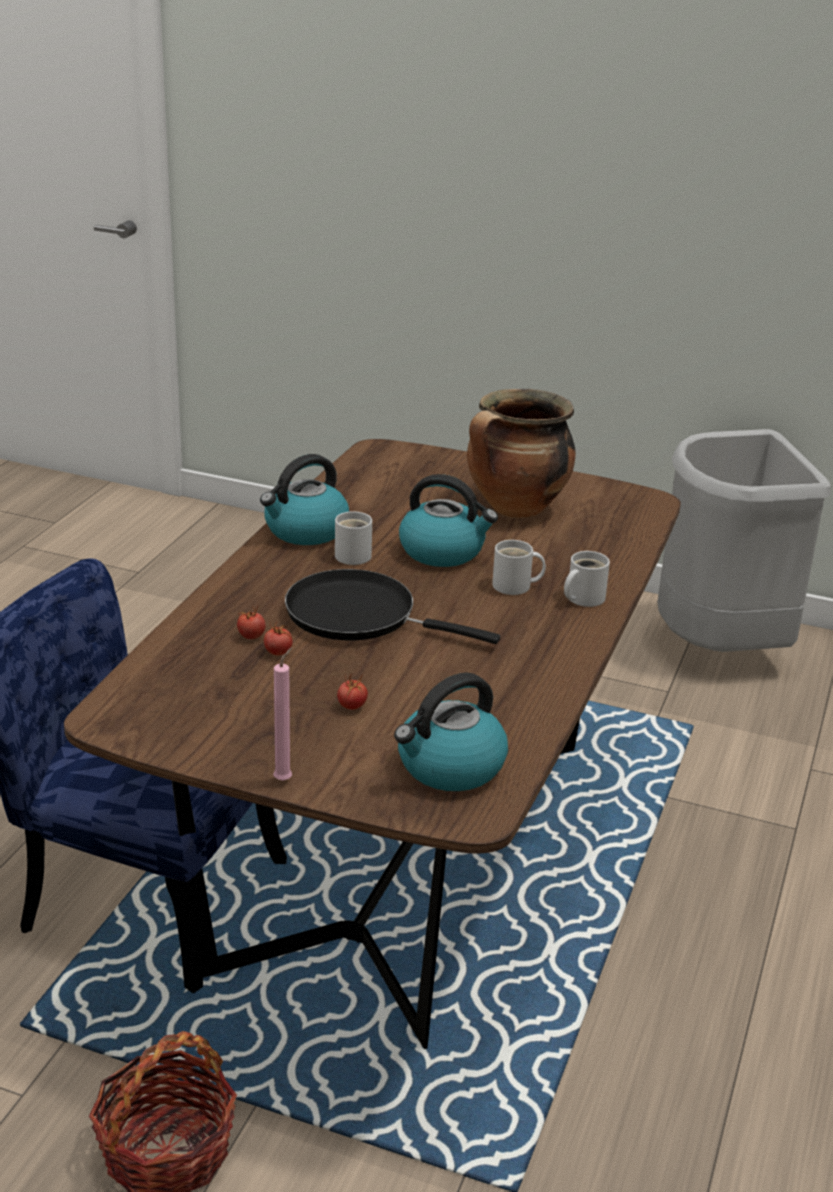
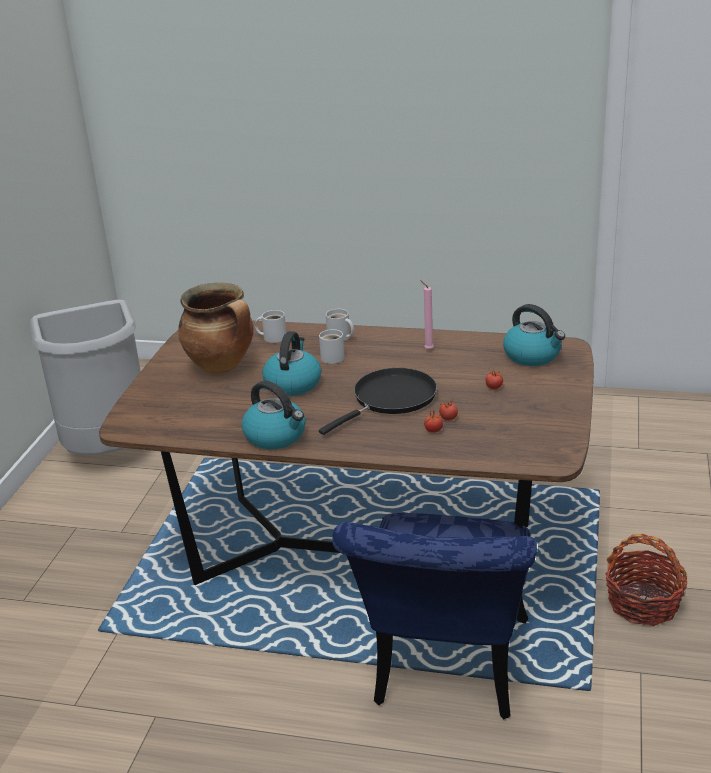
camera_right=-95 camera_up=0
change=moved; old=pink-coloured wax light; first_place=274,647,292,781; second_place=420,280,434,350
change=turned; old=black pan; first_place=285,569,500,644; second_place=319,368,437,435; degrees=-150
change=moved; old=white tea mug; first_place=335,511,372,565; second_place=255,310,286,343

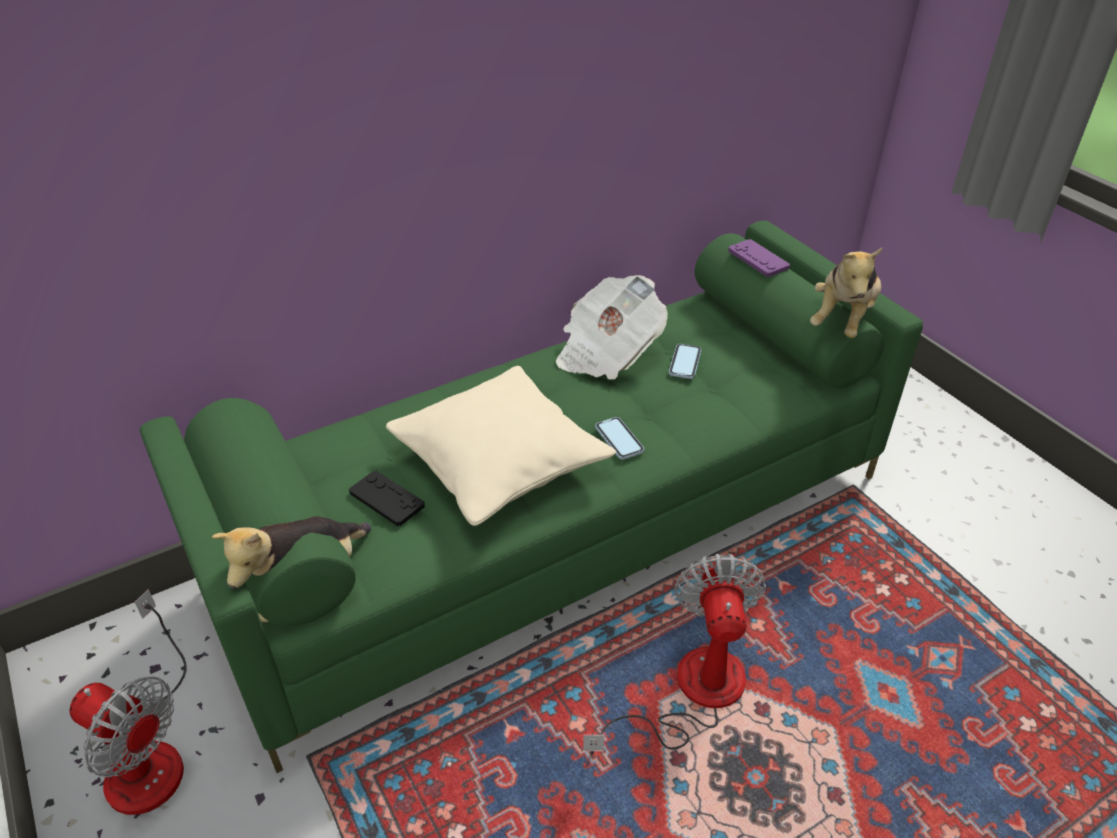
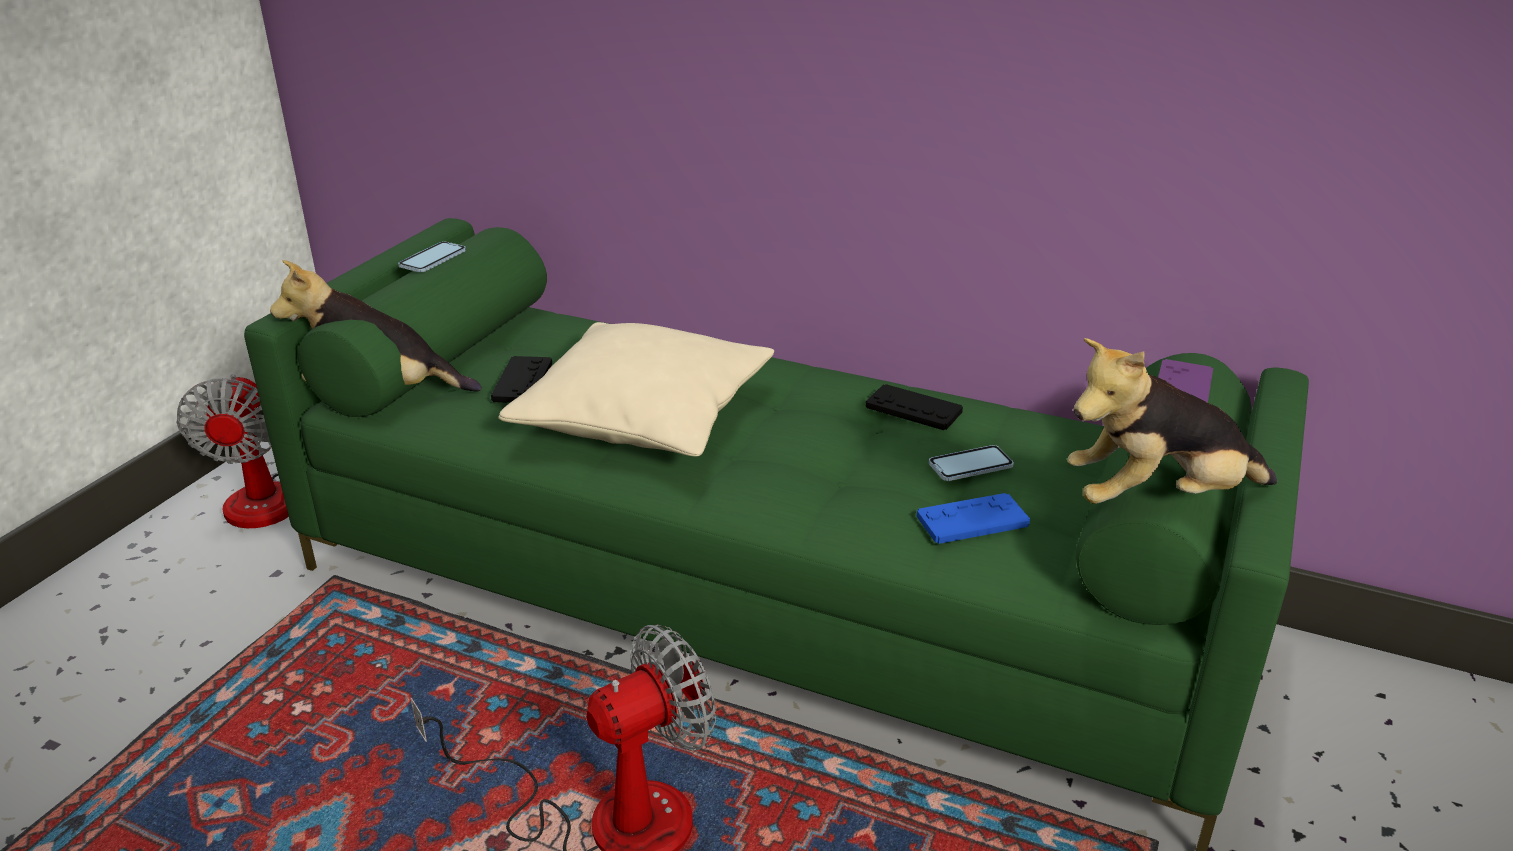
camera_right=55 camera_up=-10
change=replaced; old=daily paper; new=black joypad; first_place=556,275,668,380; second_place=866,384,963,430
change=moved; old=phone; first_place=595,417,644,459; second_place=398,241,466,272
change=added; new=bluish joypad; second_place=917,493,1030,544

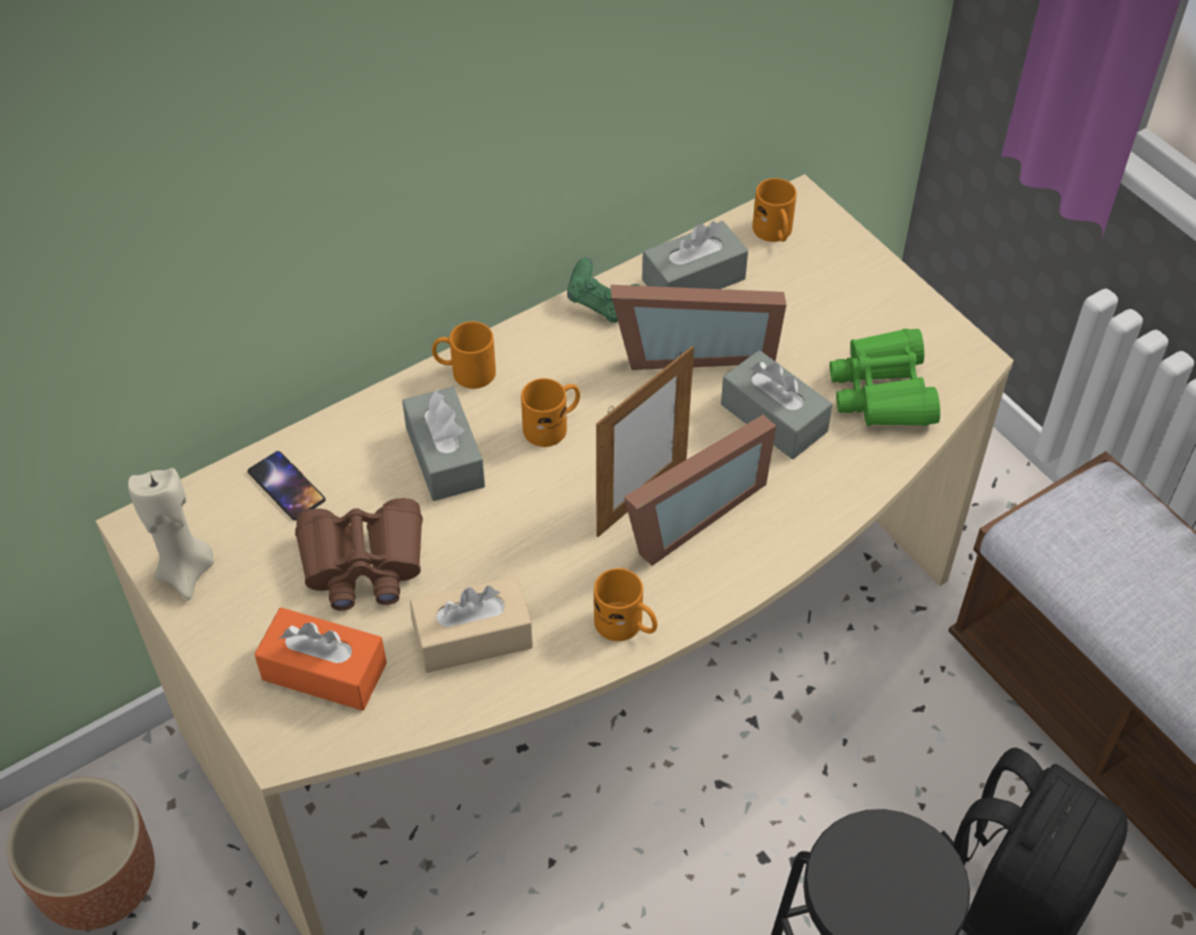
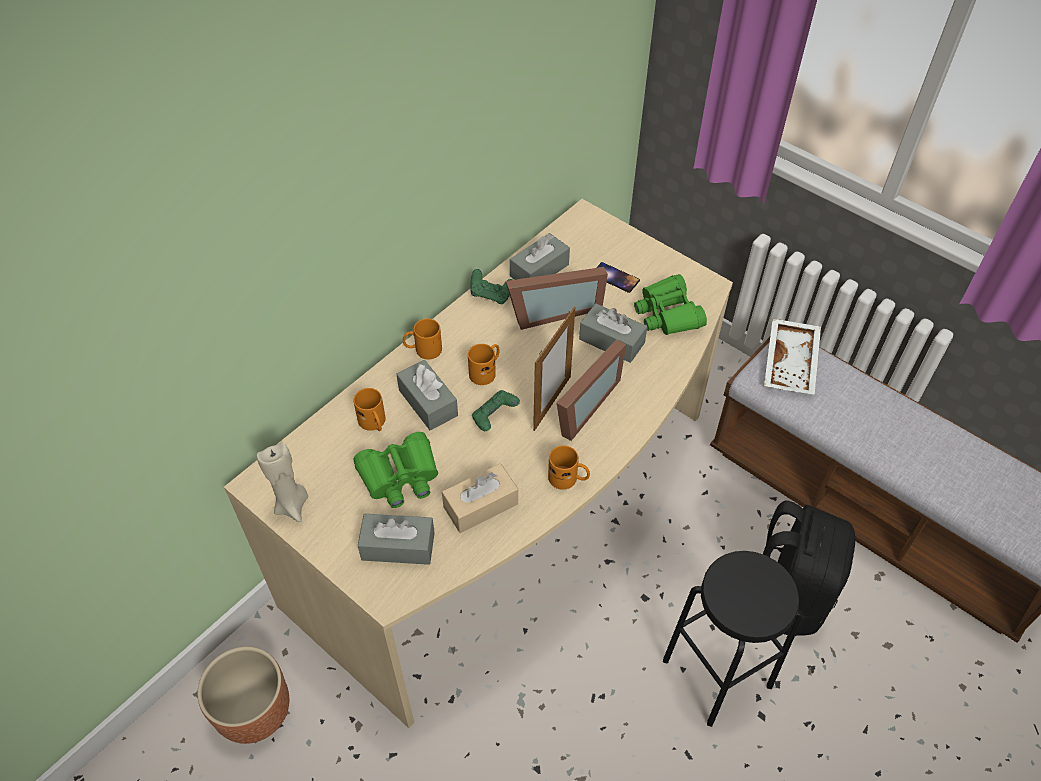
camera_right=-15 camera_up=0
change=moved; old=phone; first_place=247,451,326,520; second_place=596,262,640,293
change=recoloured; old=orangey tissue holder; new=greyish tissue holder; first_place=254,607,387,711; second_place=358,514,435,565
change=recoloured; old=brown-coloured binoculars; new=green-coloured binoculars; first_place=295,498,423,611; second_place=354,432,438,508
change=moved; old=orangey tea mug; first_place=752,178,797,242; second_place=354,388,386,431
change=added; new=green-coloured joypad; second_place=472,390,520,431
change=added; new=white tray; second_place=764,319,821,395

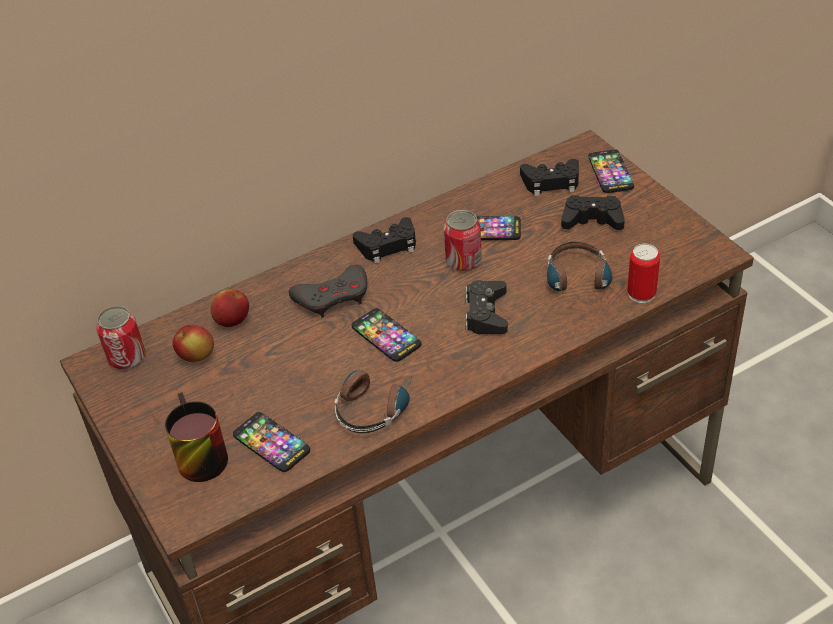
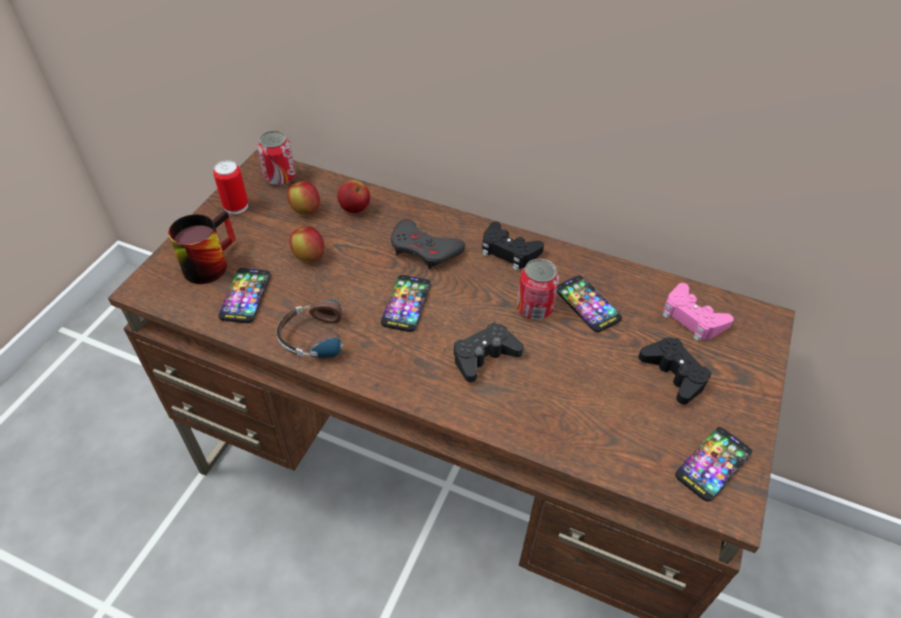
camera_right=50 camera_up=5
change=recoloured; old=black joypad; new=pink-coloured joypad; first_place=520,159,579,196; second_place=662,283,734,341
change=removed; old=pair of headphones; first_place=547,242,612,308
change=moved; old=phone; first_place=589,150,634,193; second_place=675,427,752,502
change=moved; old=metal can; first_place=627,244,660,303; second_place=213,160,248,214
change=added; new=apple fruit; second_place=290,226,324,261

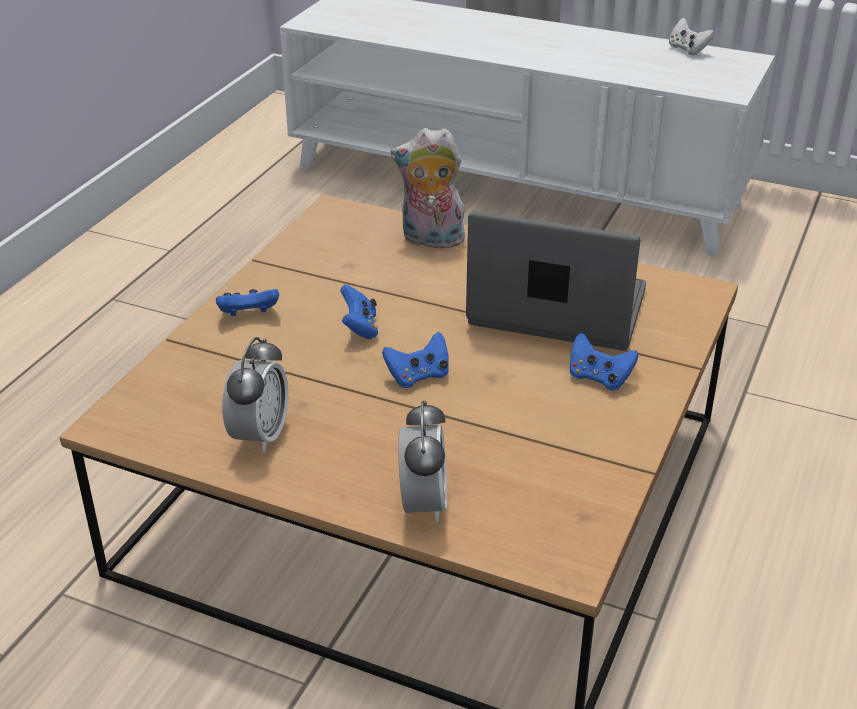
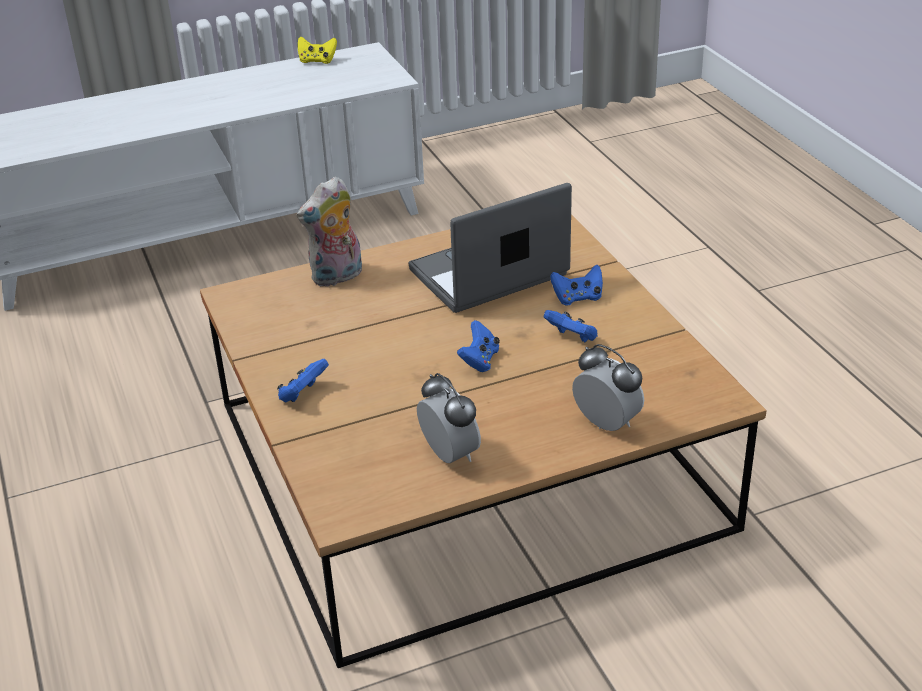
camera_right=-45 camera_up=0
change=moved; old=bluish joypad; first_place=340,285,378,339; second_place=544,310,598,342
change=recoloured; old=white joypad; new=yellow-coloured joypad; first_place=669,18,715,55; second_place=298,36,337,64

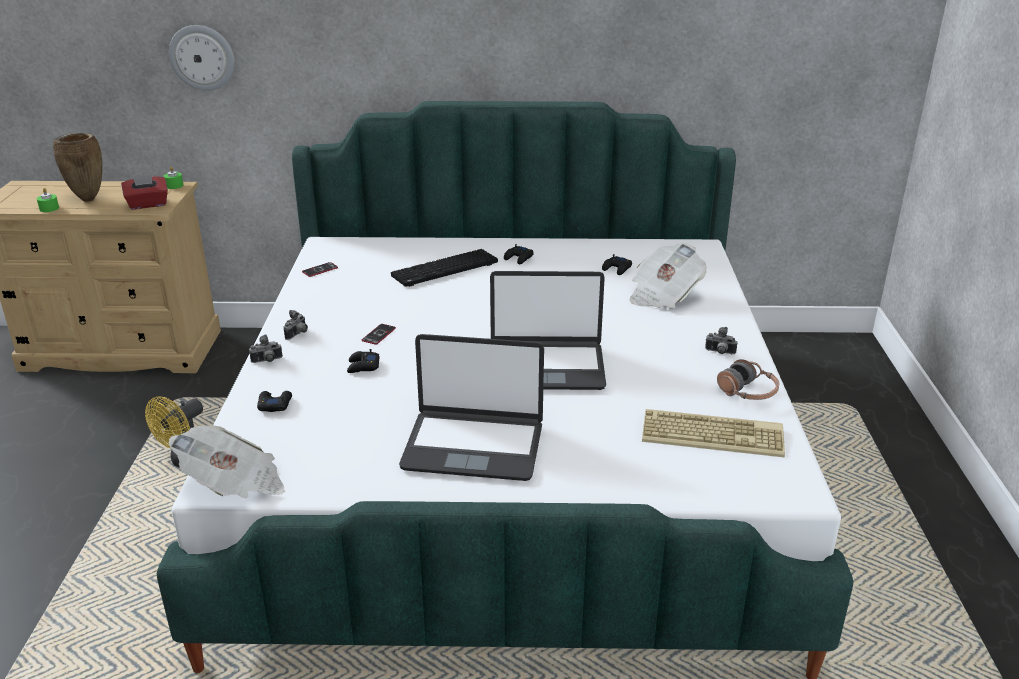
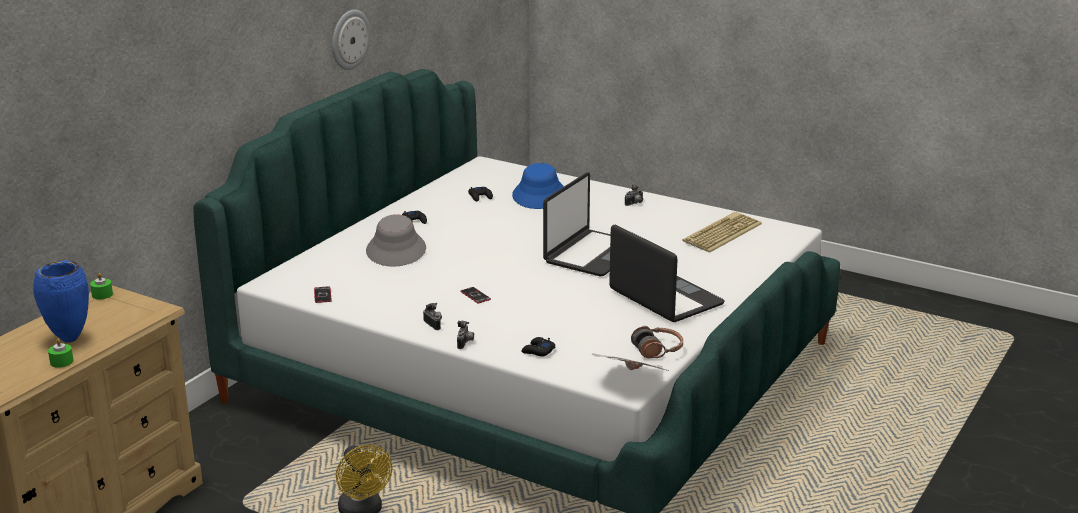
camera_right=-60 camera_up=-5
change=recoloured; old=brown-coloured flower vase; new=bluish flower vase; first_place=53,133,103,202; second_place=33,261,89,343
change=removed; old=reddish tissue holder; first_place=121,175,168,210
change=moved; old=hanging clock; first_place=169,25,235,91; second_place=332,10,371,70
change=removed; old=black joypad; first_place=347,349,380,373
change=replaced; old=PC keyboard; new=greyish clothing hat; first_place=391,249,498,287; second_place=366,214,426,266
change=turned; old=portable computer; first_place=399,334,544,481; second_place=609,225,725,322; degrees=-75
change=replaced; old=daily paper; new=bluish clothing hat; first_place=629,243,707,309; second_place=512,163,564,209
change=moved; old=pair of headphones; first_place=717,359,779,400; second_place=631,326,683,358

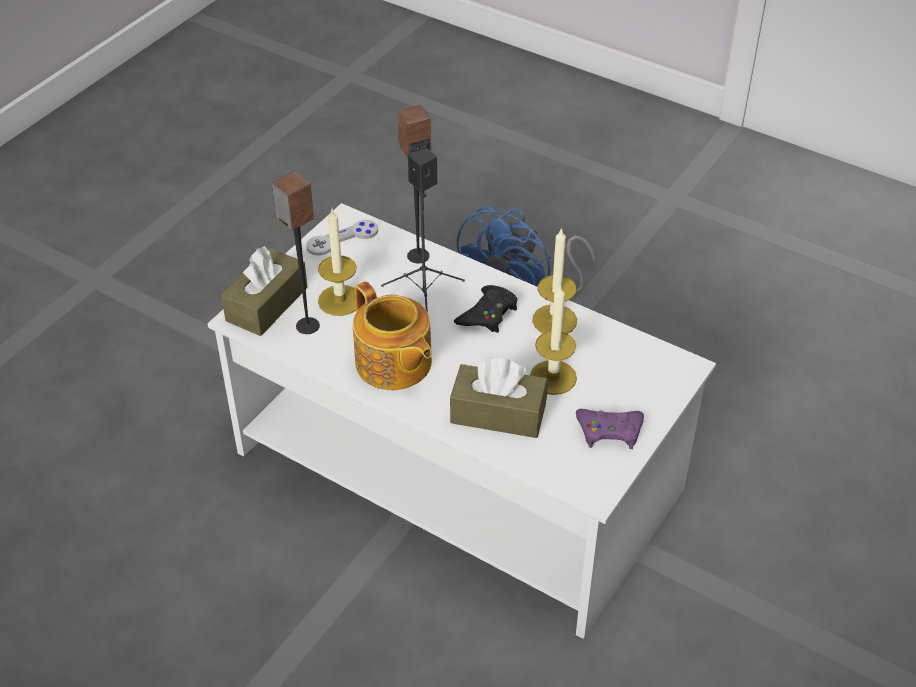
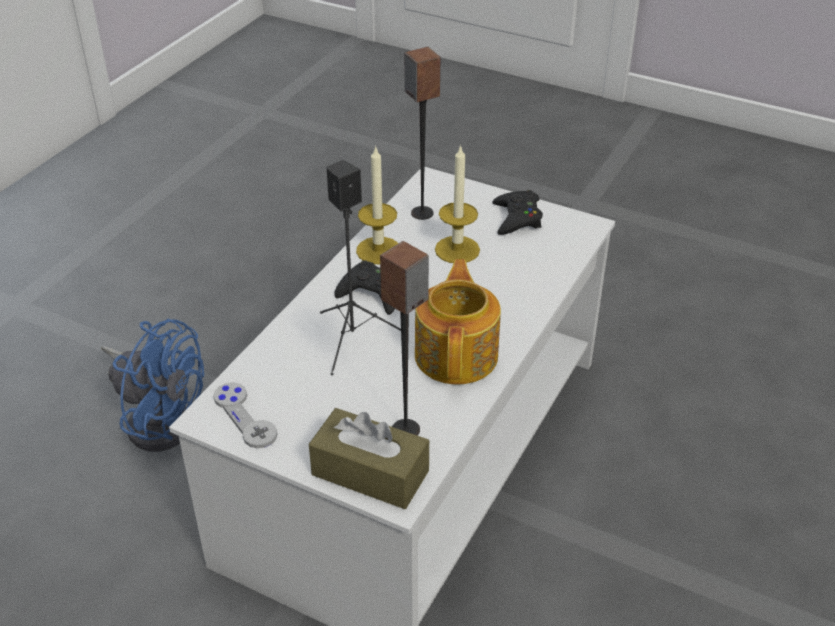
camera_right=-95 camera_up=-5
change=removed; old=wax light; first_place=318,209,357,316
change=turned; old=teapot; first_place=353,281,432,390; second_place=415,259,501,384; degrees=-45
change=moved; old=audio speaker; first_place=398,104,431,263; second_place=405,47,440,220
change=removed; old=brown-coloured tissue holder; first_place=450,358,548,438
change=recoloured; old=purple joypad; new=black joypad; first_place=576,409,644,449; second_place=493,190,543,235

